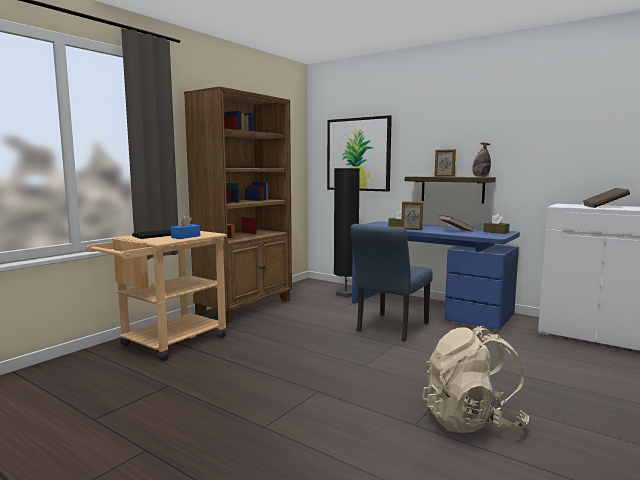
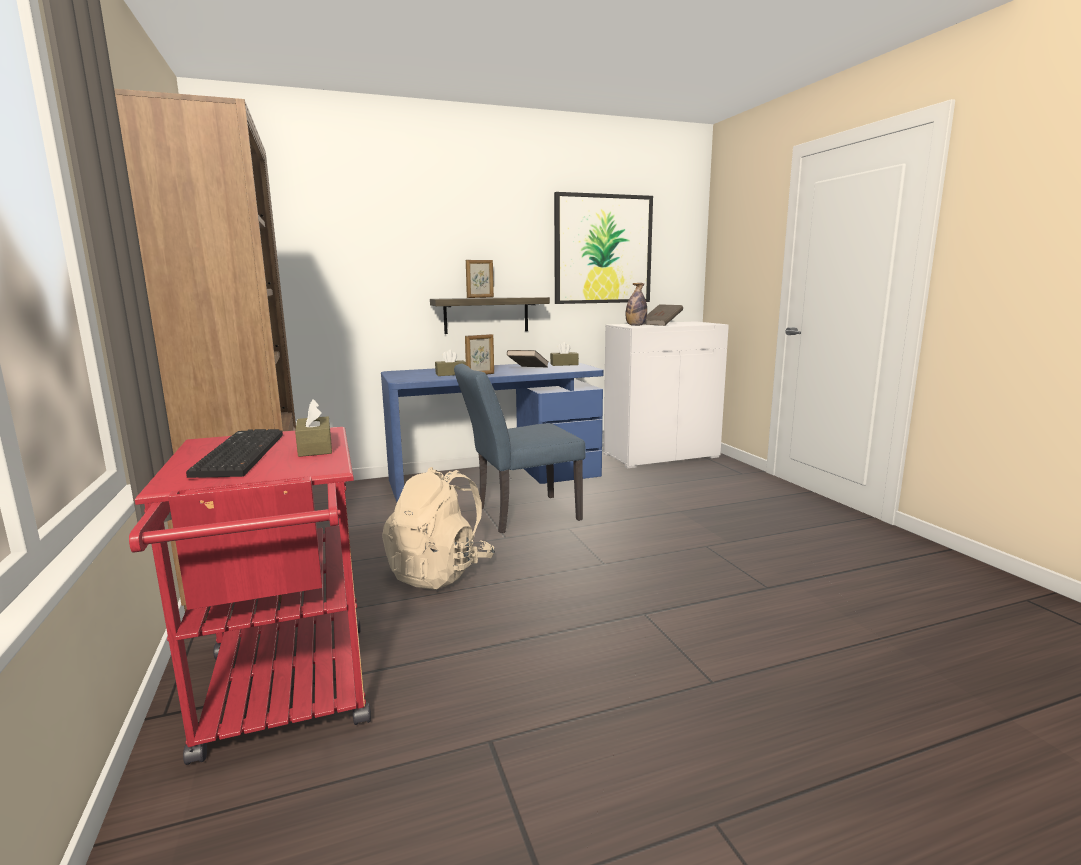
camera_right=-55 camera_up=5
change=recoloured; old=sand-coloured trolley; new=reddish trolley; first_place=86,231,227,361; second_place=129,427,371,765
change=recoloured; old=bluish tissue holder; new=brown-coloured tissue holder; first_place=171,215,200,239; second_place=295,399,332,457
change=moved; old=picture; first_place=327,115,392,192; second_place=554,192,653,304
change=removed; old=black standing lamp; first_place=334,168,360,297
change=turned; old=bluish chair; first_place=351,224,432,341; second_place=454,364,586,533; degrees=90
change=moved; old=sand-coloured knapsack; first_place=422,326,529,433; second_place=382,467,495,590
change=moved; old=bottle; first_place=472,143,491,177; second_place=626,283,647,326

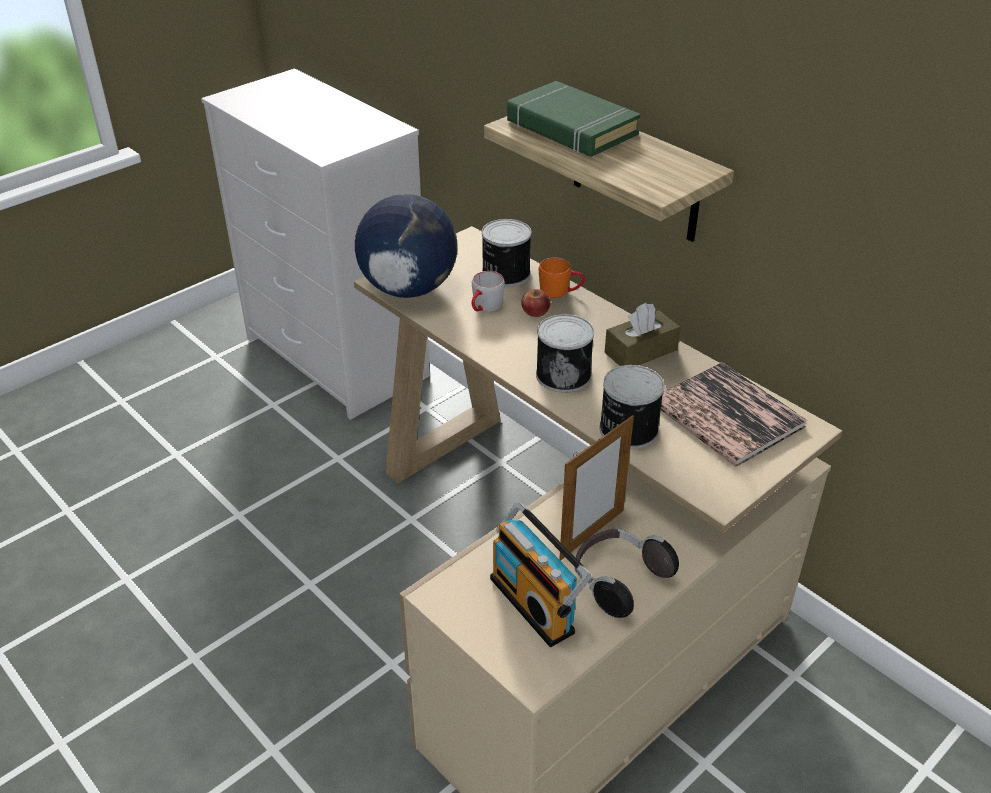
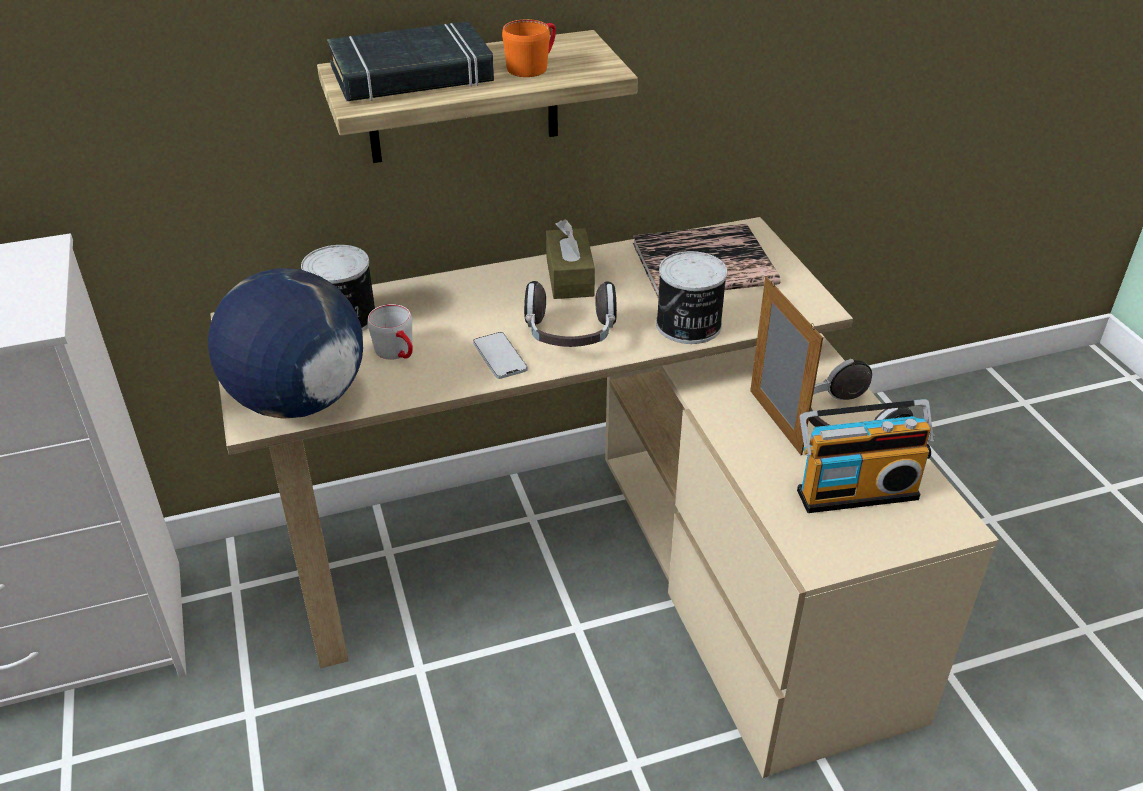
camera_right=-65 camera_up=0
change=recoloured; old=green-coloured volume; new=black volume; first_place=507,81,641,157; second_place=327,21,494,101
change=removed; old=apple fruit; first_place=521,289,551,317
change=replaced; old=metal can; new=pair of headphones; first_place=536,314,594,393; second_place=524,281,617,347
change=moved; old=orangey tea mug; first_place=539,258,585,298; second_place=502,19,556,77
change=added; new=phone; second_place=473,332,528,379

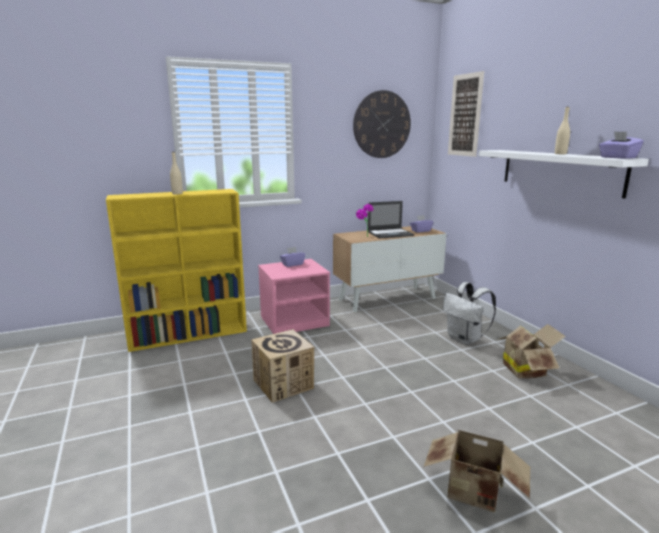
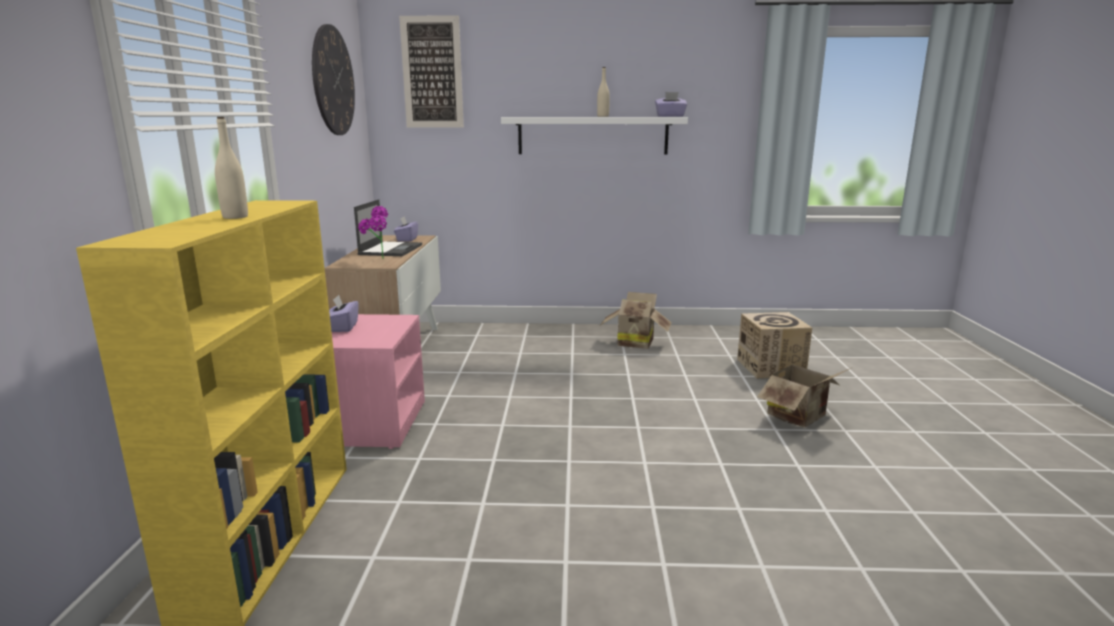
camera_right=-65 camera_up=0
change=moved; old=packing box; first_place=251,329,314,403; second_place=737,312,812,379
change=removed; old=white knapsack; first_place=443,282,496,345

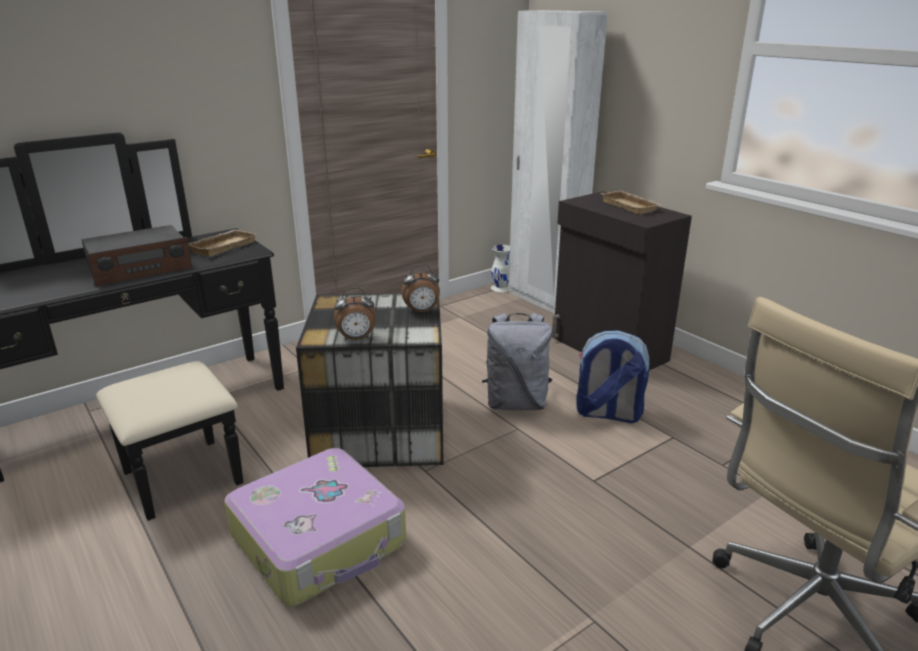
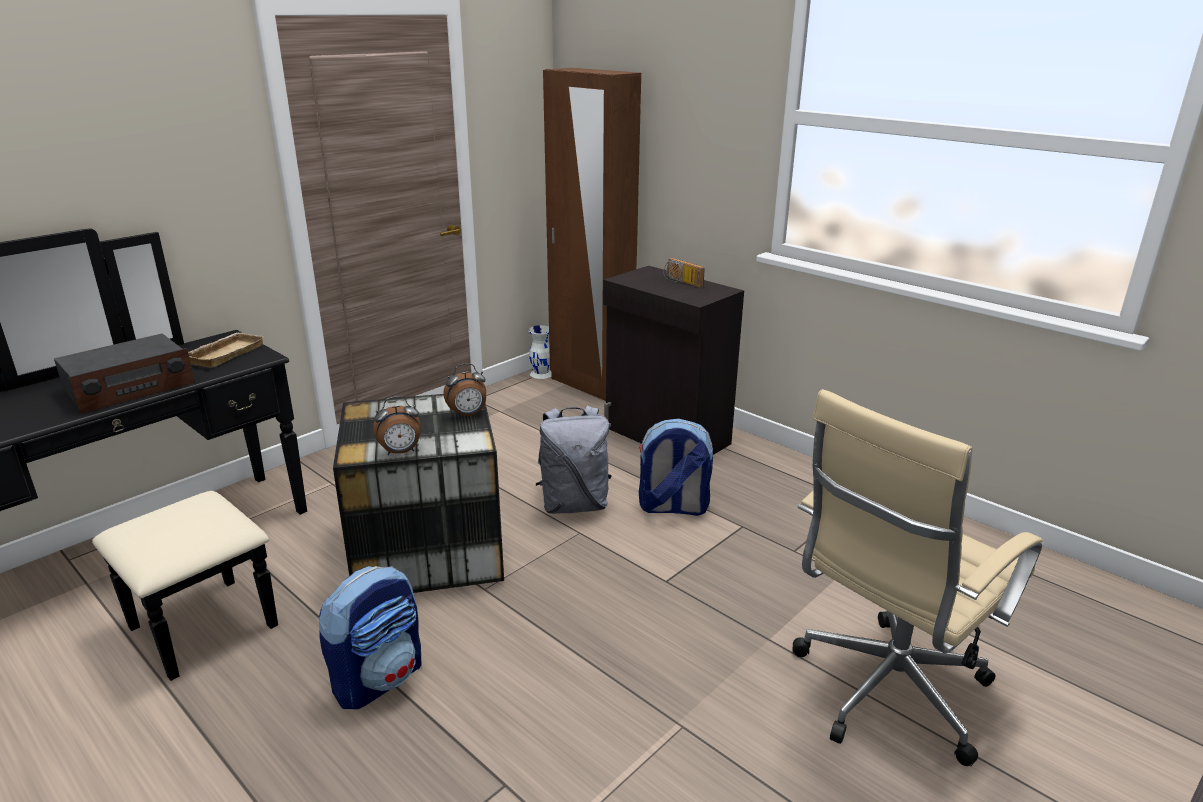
camera_right=-10 camera_up=0
change=replaced; old=suitcase; new=knapsack; first_place=224,448,407,607; second_place=319,566,421,709
change=recoloured; old=white clothes cupboard; new=brown-coloured clothes cupboard; first_place=509,10,608,314; second_place=543,68,641,401
change=replaced; old=sand-coloured tray; new=radio receiver; first_place=601,190,662,214; second_place=663,258,705,288

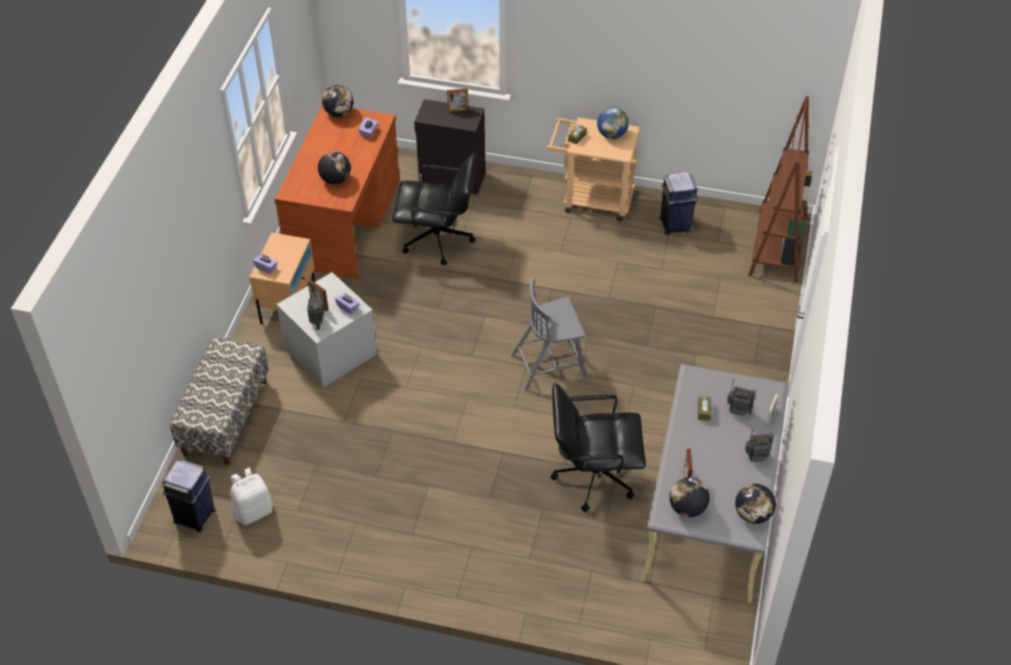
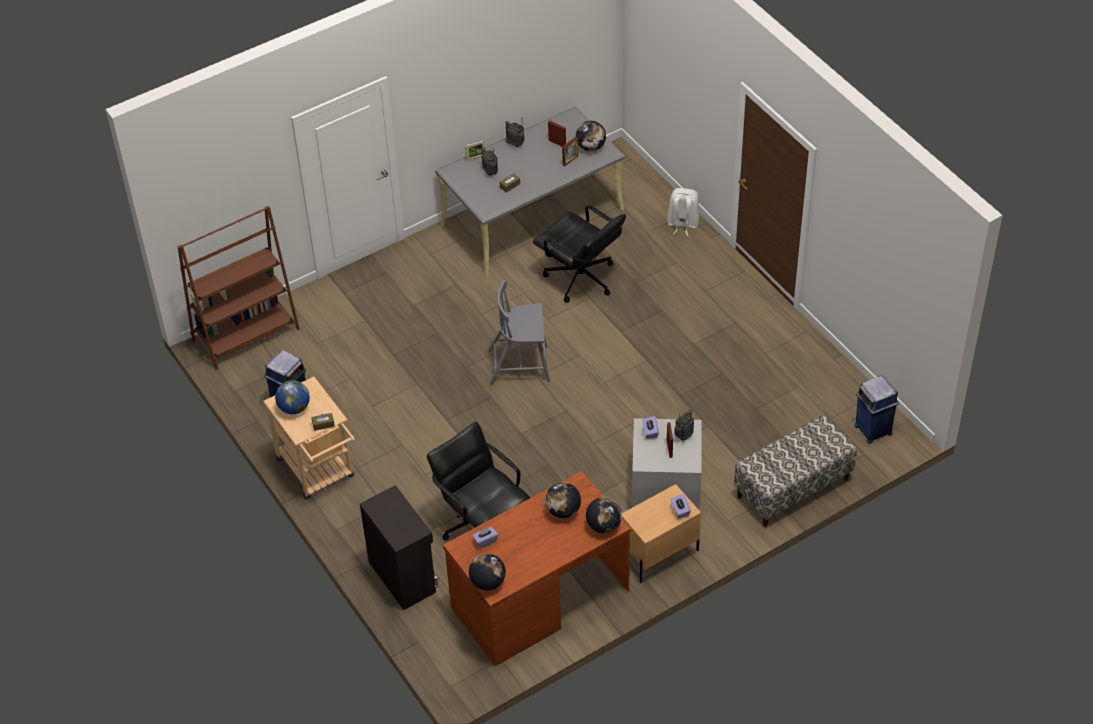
camera_right=-135 camera_up=0
change=moved; old=white knapsack; first_place=230,467,273,525; second_place=667,188,699,236
change=moved; old=standing frame; first_place=447,88,468,112; second_place=548,120,566,147
change=turned; old=greyish chair; first_place=511,277,586,391; second_place=488,280,550,385; degrees=150
change=moved; old=desk globe; first_place=735,484,776,524; second_place=586,497,622,533

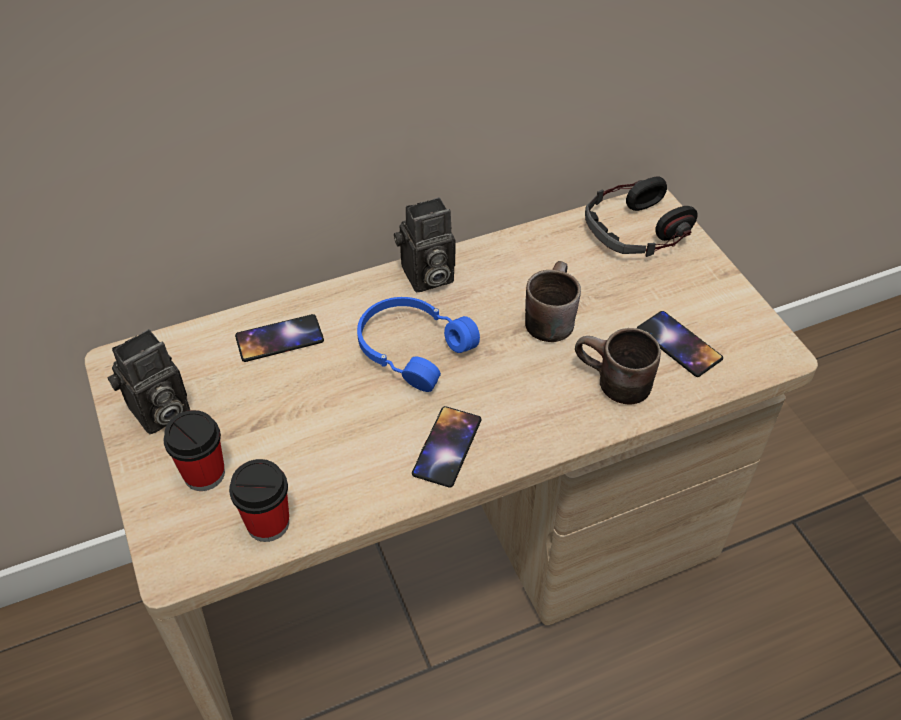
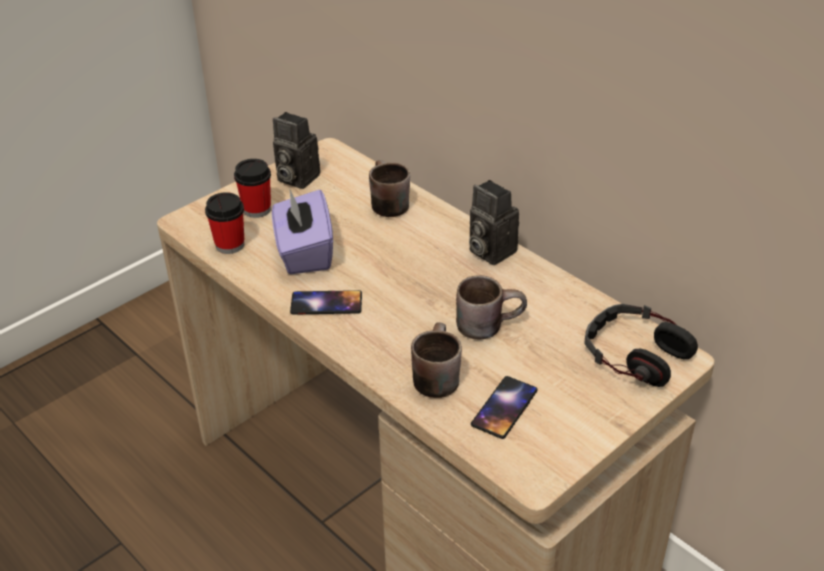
camera_right=70 camera_up=-10
change=replaced; old=phone; new=brown-coloured tea mug; first_place=235,314,324,362; second_place=369,160,410,217
change=removed; old=bluish pair of headphones; first_place=357,297,480,392
change=added; new=purple tissue holder; second_place=272,190,333,274

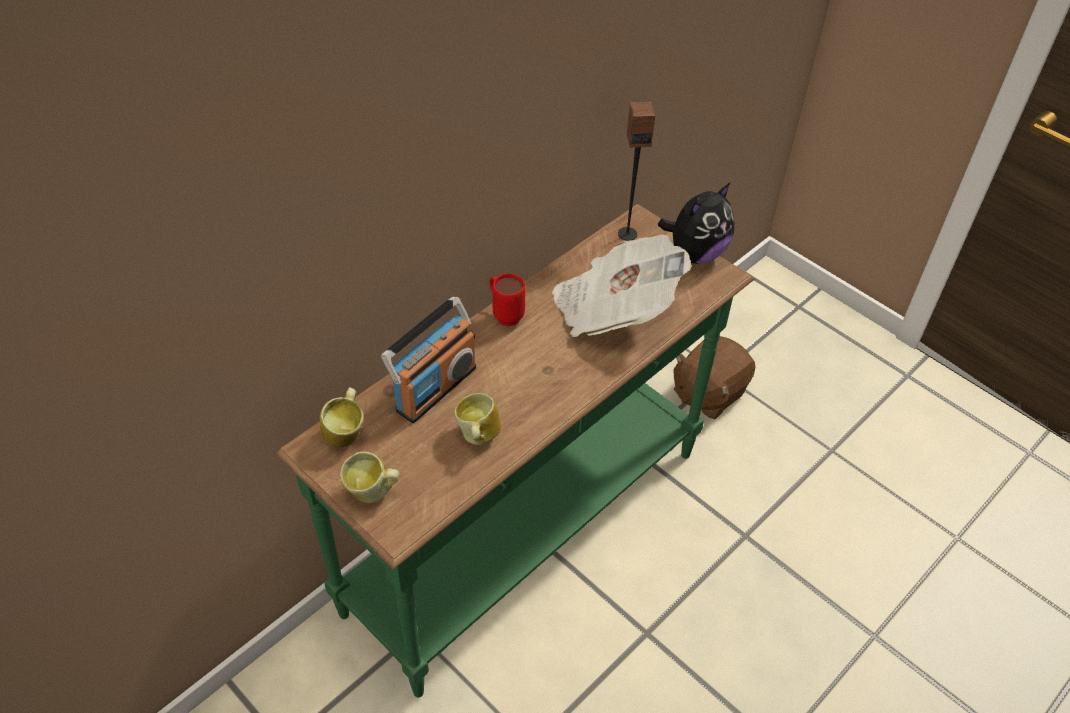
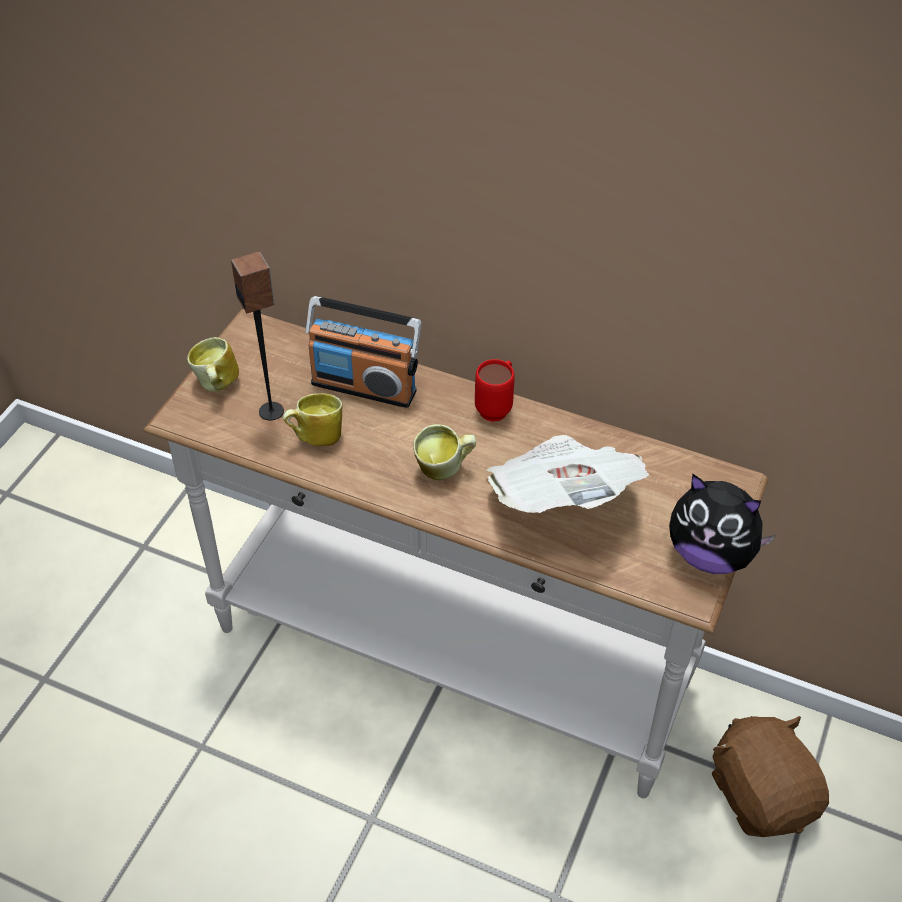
camera_right=70 camera_up=0
change=recoloured; old=green-coloured narrow table; new=white narrow table; first_place=277,204,754,698; second_place=143,309,768,798
change=moved; old=tea mug; first_place=320,387,364,447; second_place=413,424,476,480
change=moved; old=audio speaker; first_place=618,102,655,241; second_place=231,252,284,421
change=turned; old=brown-coloured soft toy; first_place=674,336,756,419; second_place=712,716,829,837; degrees=45

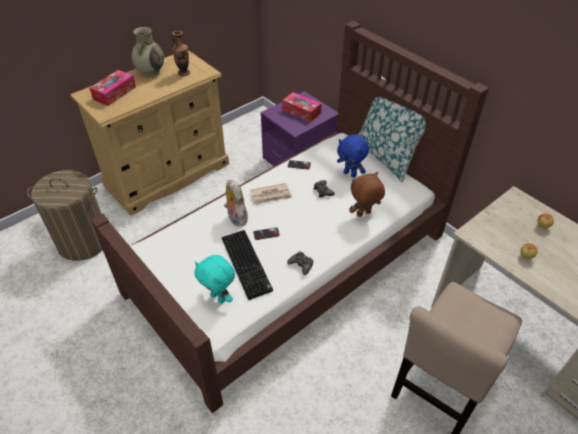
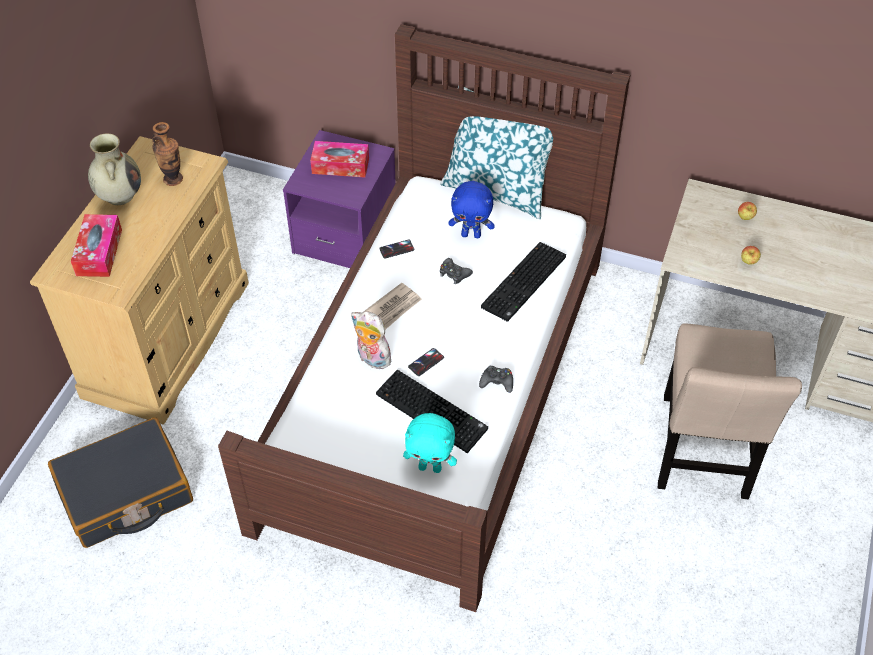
camera_right=-30 camera_up=5
change=replaced; old=laundry basket; new=black suitcase; first_place=27,170,103,261; second_place=48,417,193,548
change=replaced; old=brown-coloured soft toy; new=PC keyboard; first_place=349,172,385,217; second_place=481,242,566,322

